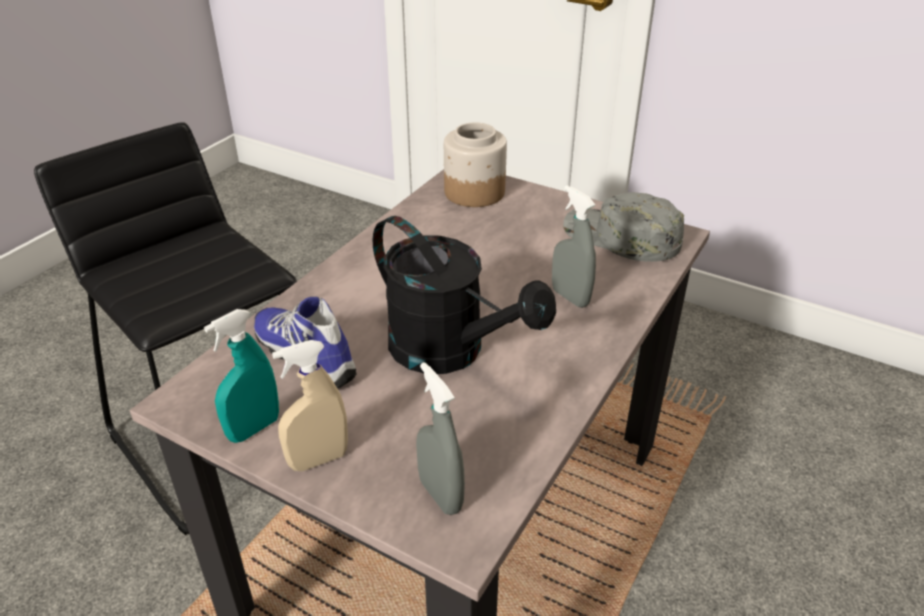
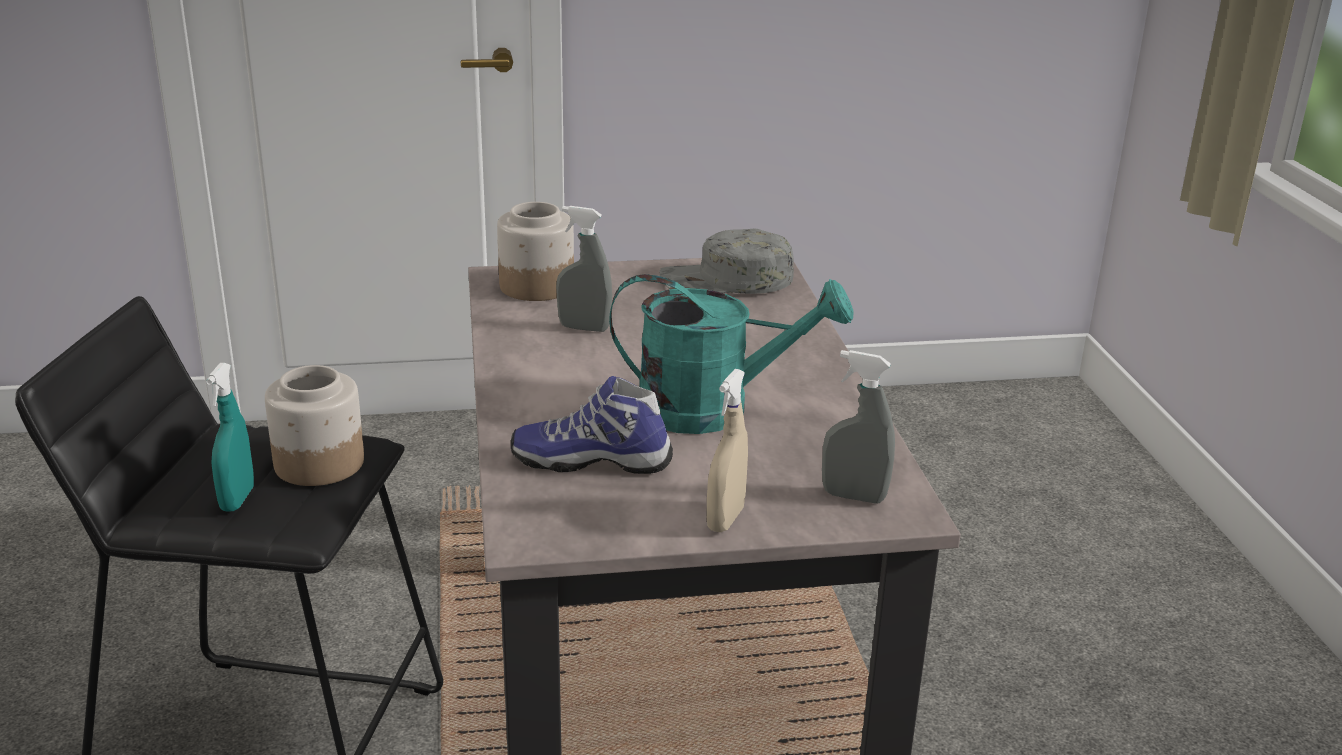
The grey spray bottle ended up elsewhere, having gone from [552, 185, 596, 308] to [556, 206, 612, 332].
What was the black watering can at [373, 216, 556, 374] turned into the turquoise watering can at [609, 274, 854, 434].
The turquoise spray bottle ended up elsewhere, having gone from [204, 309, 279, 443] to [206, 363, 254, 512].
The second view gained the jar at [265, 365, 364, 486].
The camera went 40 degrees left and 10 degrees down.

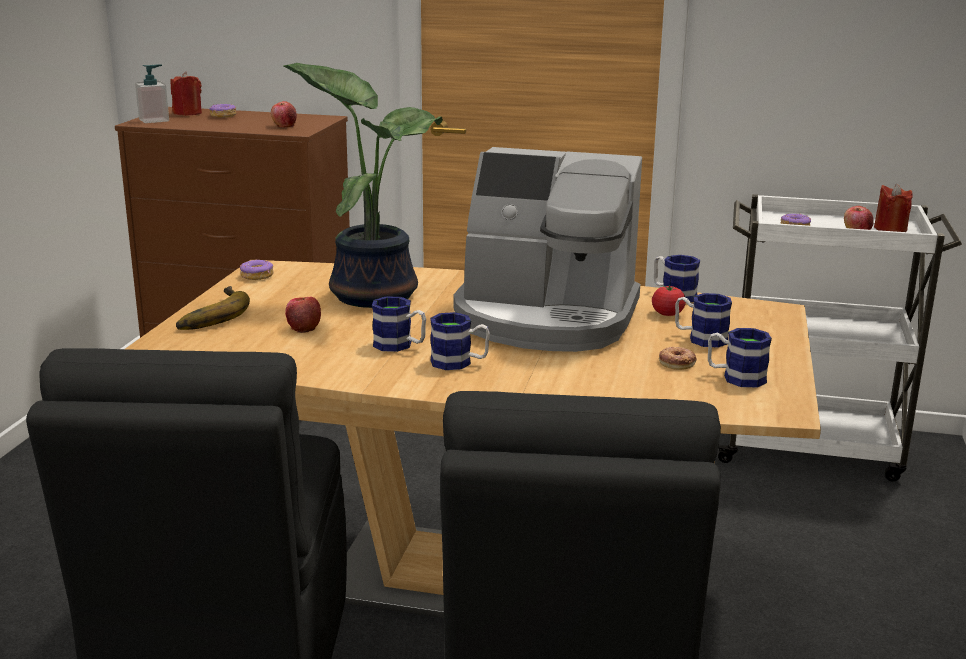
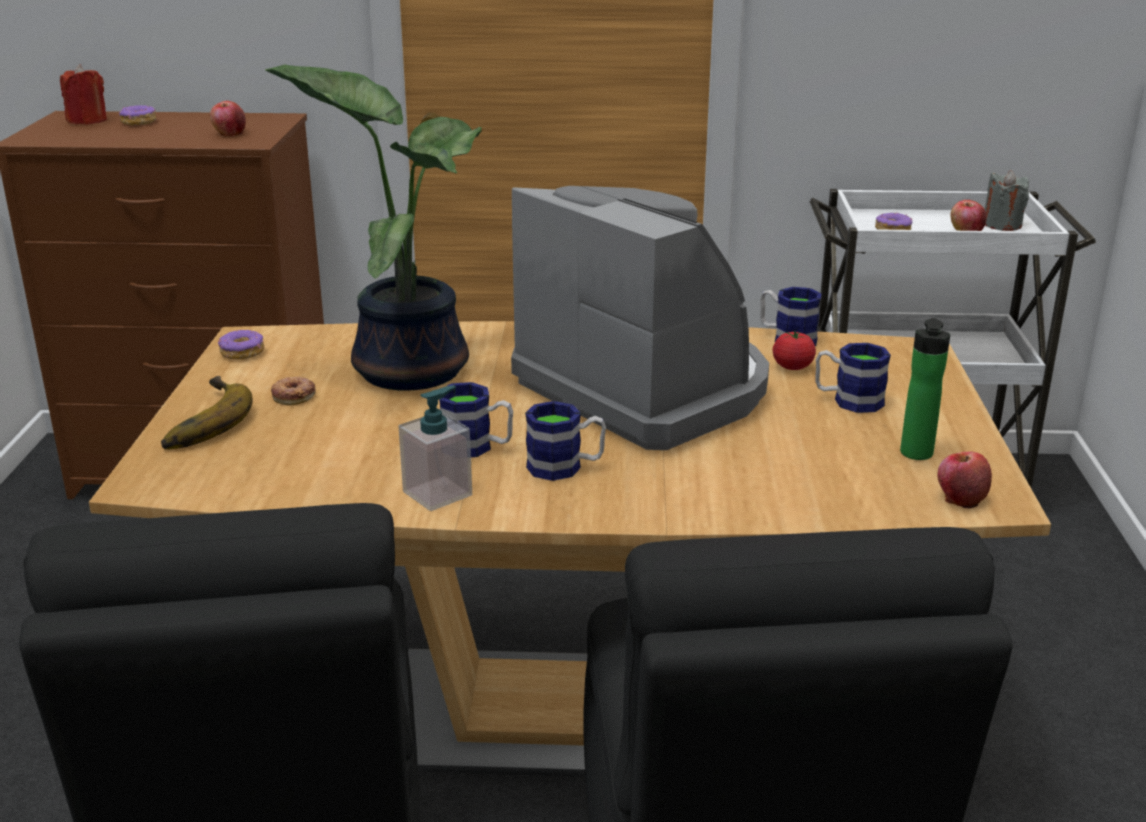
The soap dispenser ended up elsewhere, having gone from [135, 64, 169, 123] to [398, 385, 472, 511].
The coffee machine at [454, 147, 642, 352] ended up facing another way, 135 degrees counterclockwise from before.
What was the red candle at [874, 184, 913, 232] turned into the grey candle at [985, 170, 1029, 231].
The apple ended up elsewhere, having gone from [285, 297, 321, 333] to [938, 452, 992, 508].
Where the mug stood at [708, 328, 772, 387], the bottle came to stand at [900, 318, 950, 460].
The donut ended up elsewhere, having gone from [659, 347, 697, 370] to [271, 376, 316, 406].
The camera went 10 degrees left and 5 degrees up.

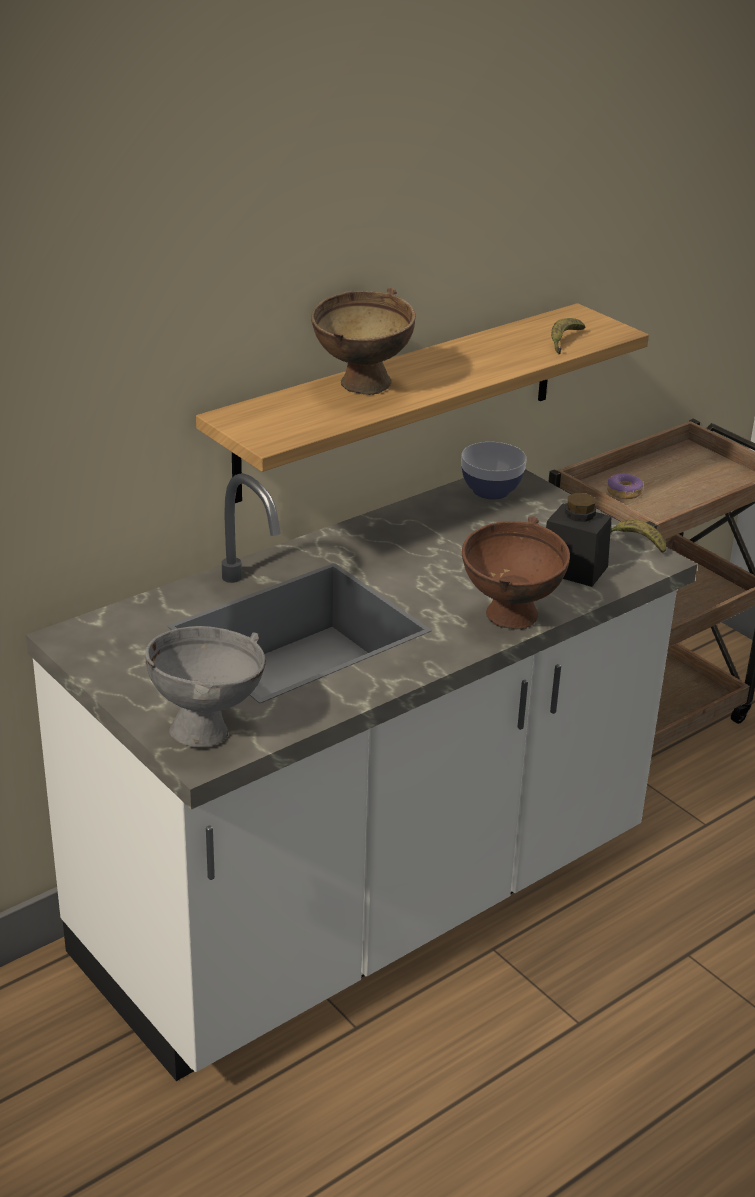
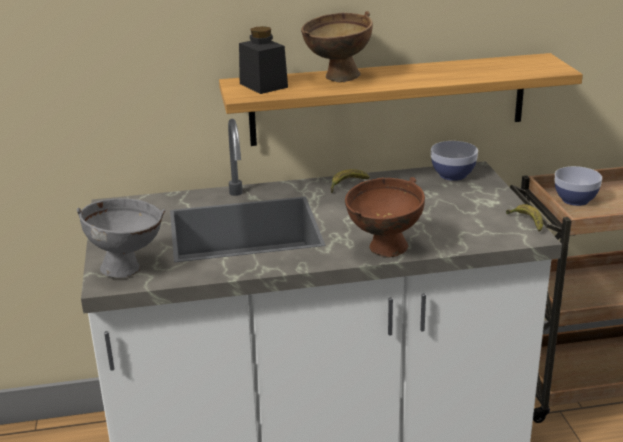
The banana ended up elsewhere, having gone from [551, 318, 585, 354] to [330, 169, 370, 193].
Where the donut stood at [607, 474, 643, 499], the bowl came to stand at [554, 166, 602, 206].
The black jar ended up elsewhere, having gone from [546, 493, 612, 587] to [239, 26, 288, 94].
The camera went 30 degrees right and 5 degrees down.

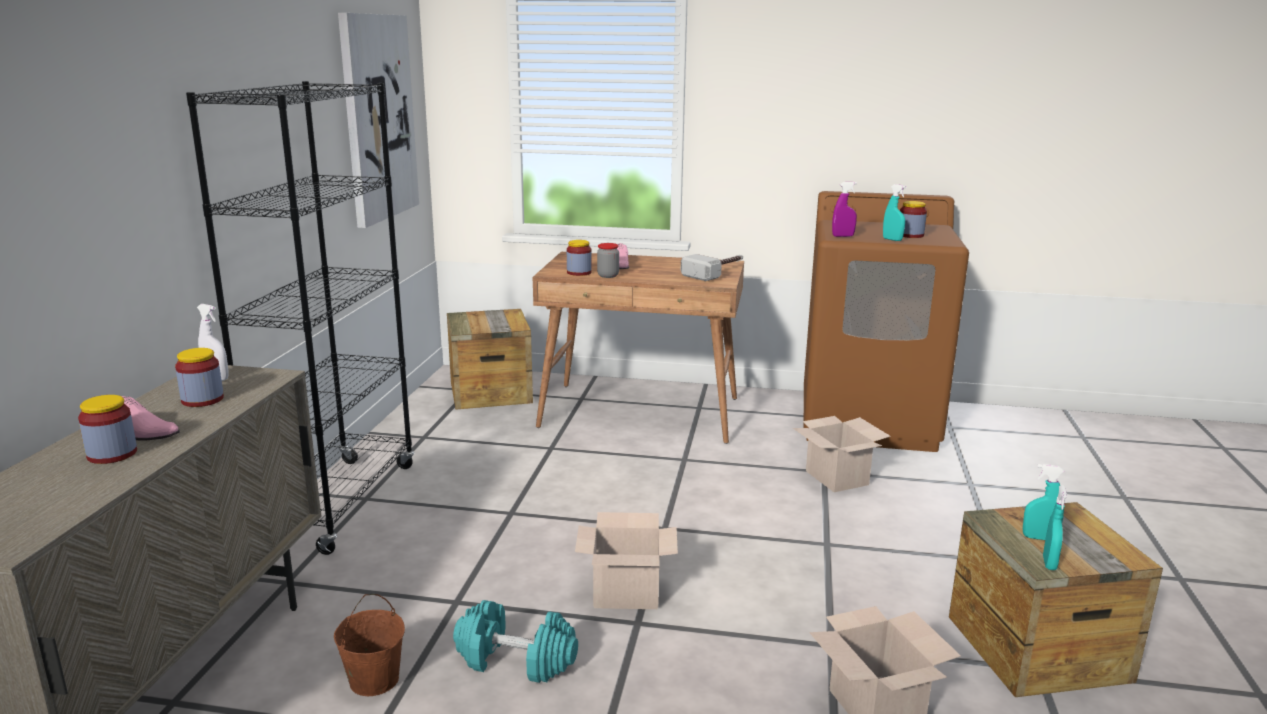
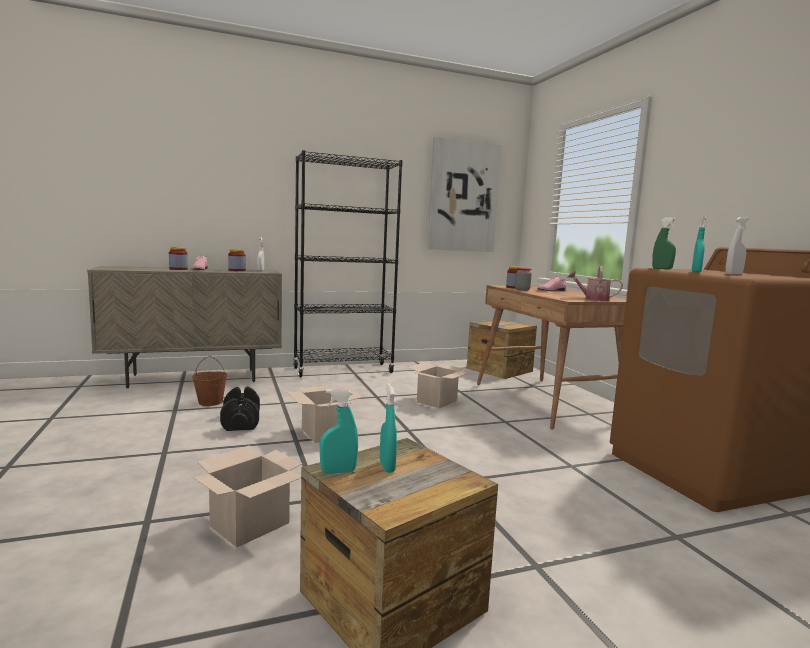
What was the purple spray bottle at [832, 182, 857, 237] turned into the green spray bottle at [652, 217, 677, 269].
Where the jar stood at [900, 201, 927, 238], the white spray bottle came to stand at [725, 217, 749, 274].
Where the hammer stood at [681, 254, 743, 281], the watering can came to stand at [567, 266, 623, 301].
The cardboard box ended up elsewhere, having gone from [793, 416, 891, 492] to [408, 362, 470, 409].
What was the turquoise dumbbell at [453, 600, 578, 683] turned into the black dumbbell at [220, 387, 260, 431].
The camera went 60 degrees right and 10 degrees down.

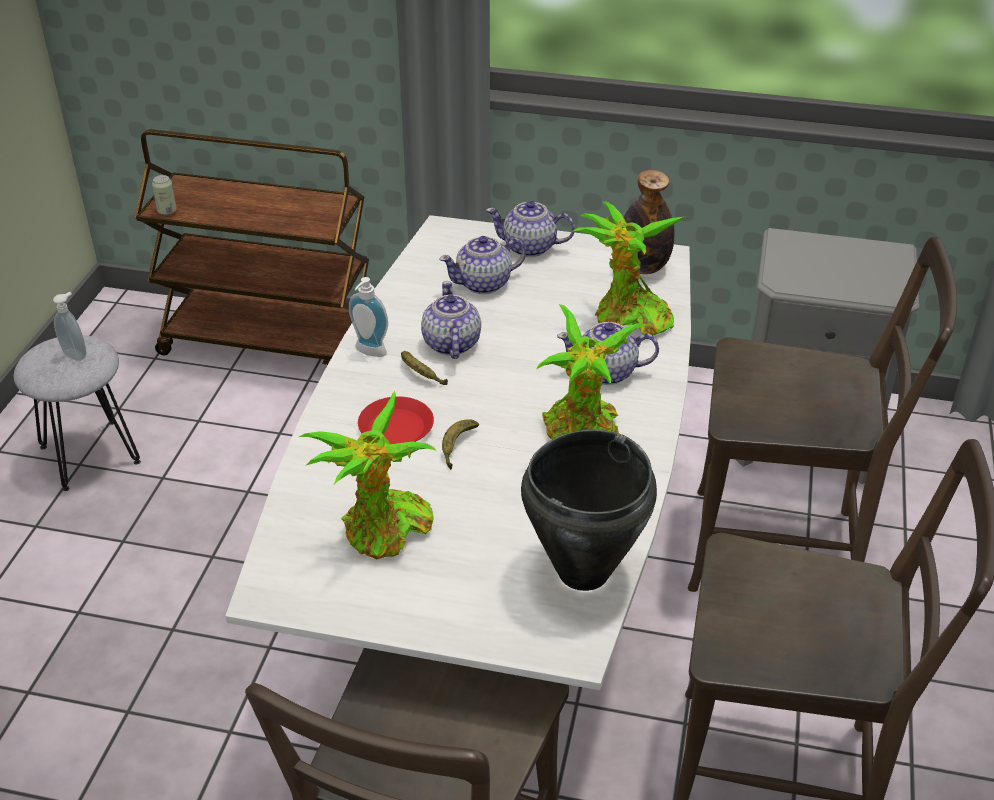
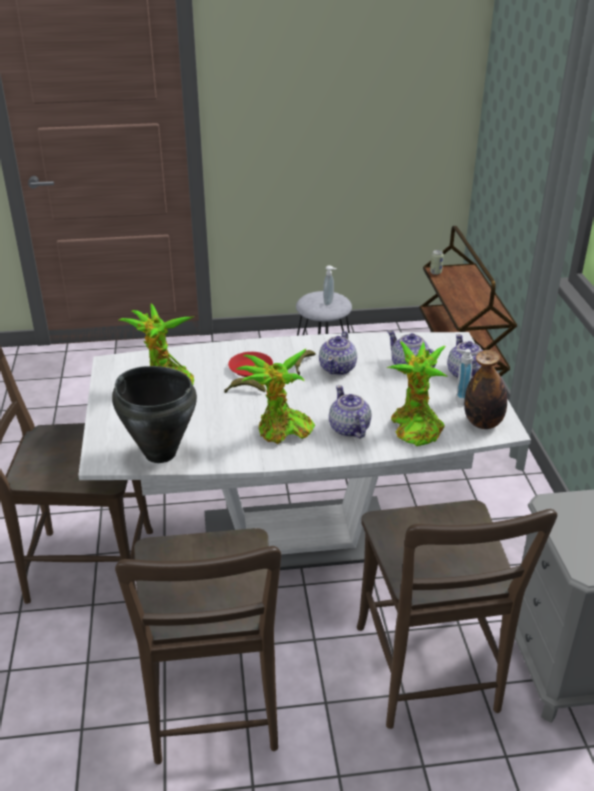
The soap dispenser ended up elsewhere, having gone from [349, 277, 388, 357] to [455, 349, 473, 406].
The teapot at [421, 281, 481, 359] ended up facing another way, 135 degrees clockwise from before.
The camera went 70 degrees right and 5 degrees down.

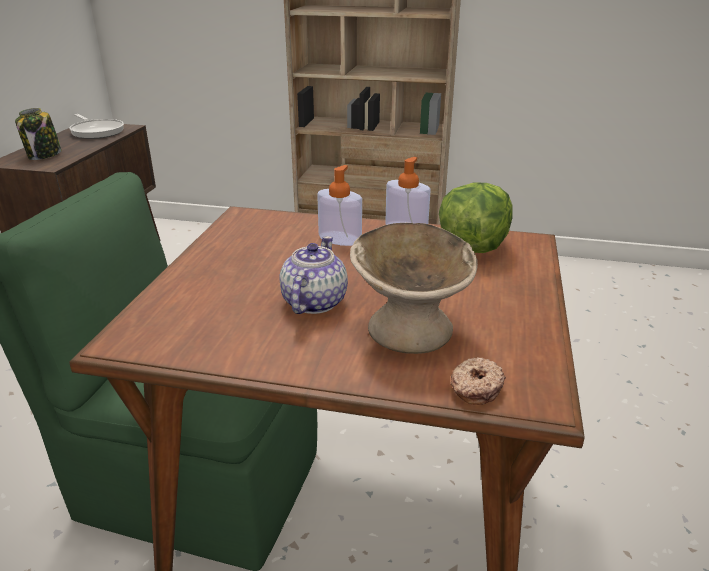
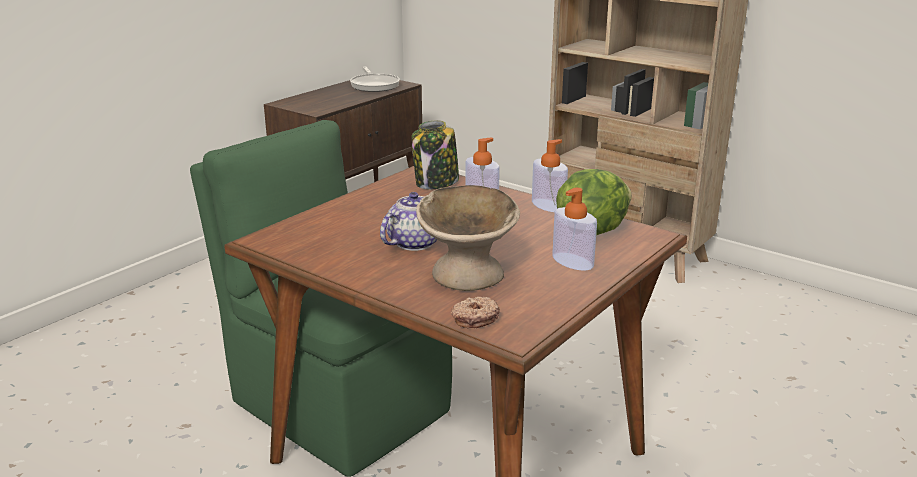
The jar ended up elsewhere, having gone from [15, 108, 62, 160] to [411, 120, 459, 189].
The second view gained the soap dispenser at [552, 188, 597, 271].
The camera went 25 degrees right and 5 degrees down.

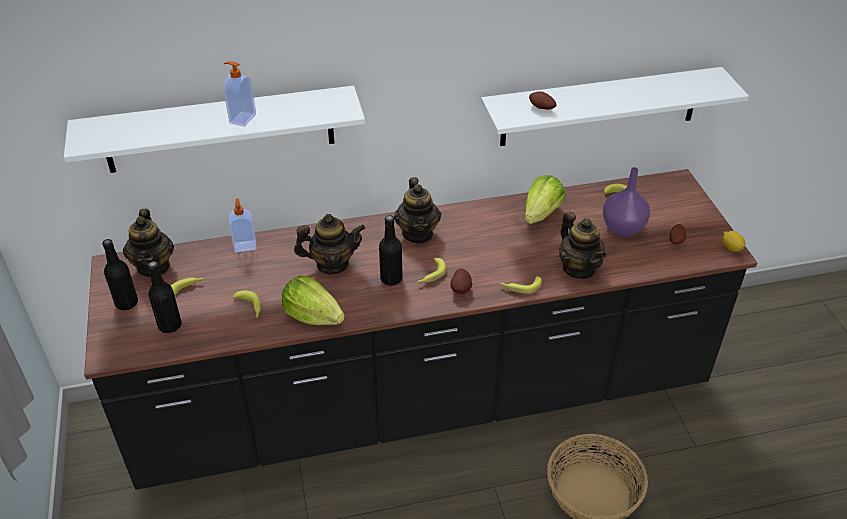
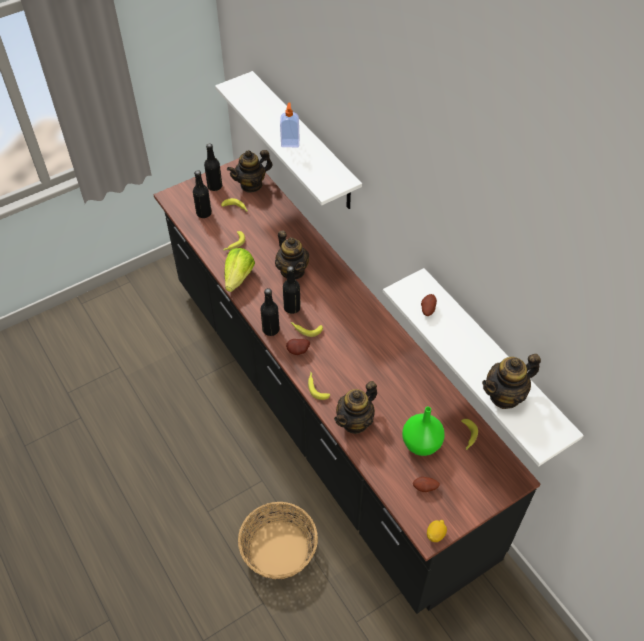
What was the purple vase at [603, 167, 650, 237] turned into the green vase at [402, 407, 445, 456].
The second view lost the lettuce at [525, 175, 566, 224].
The teapot ended up elsewhere, having gone from [394, 177, 441, 243] to [482, 354, 541, 409].
The second view lost the soap dispenser at [229, 198, 257, 252].
The second view gained the black bottle at [260, 288, 279, 336].
The camera went 70 degrees right and 10 degrees up.

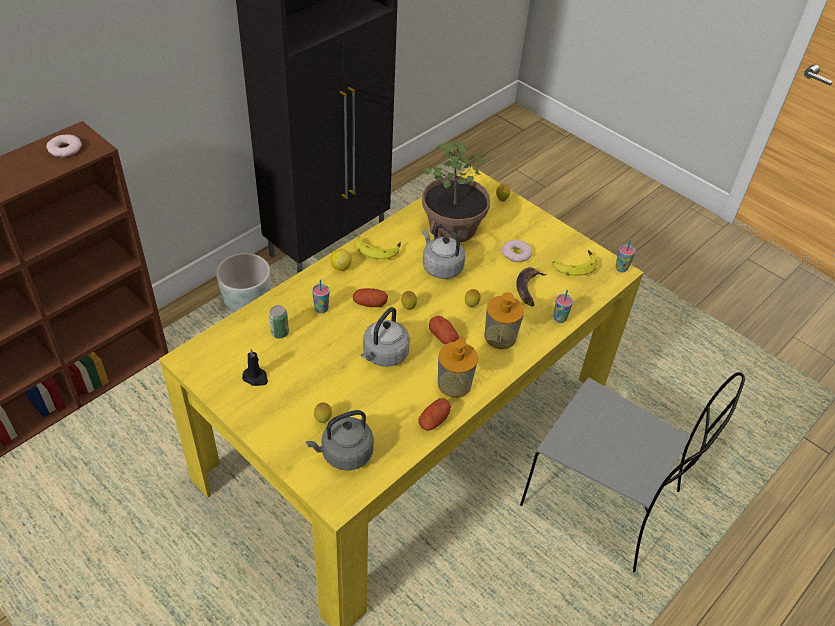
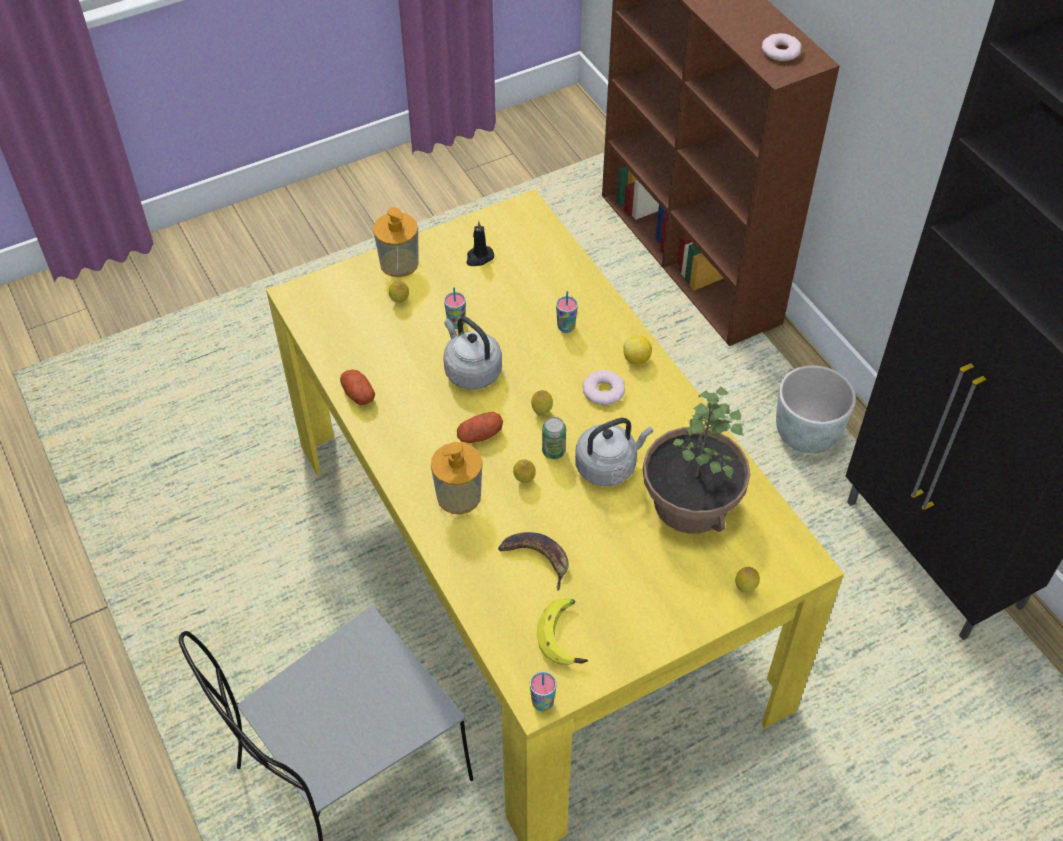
The second view lost the banana at [354, 236, 401, 260].
The donut ended up elsewhere, having gone from [502, 240, 532, 262] to [582, 370, 625, 405].
The second view lost the potato at [353, 288, 388, 307].
The cup ended up elsewhere, having gone from [553, 290, 573, 323] to [444, 287, 466, 329].
The can ended up elsewhere, having gone from [269, 305, 289, 339] to [542, 417, 566, 459].
The soap dispenser ended up elsewhere, having gone from [438, 337, 478, 398] to [373, 207, 419, 277].
The second view lost the grey kettle at [306, 410, 374, 471].
The camera went 110 degrees right and 5 degrees up.

